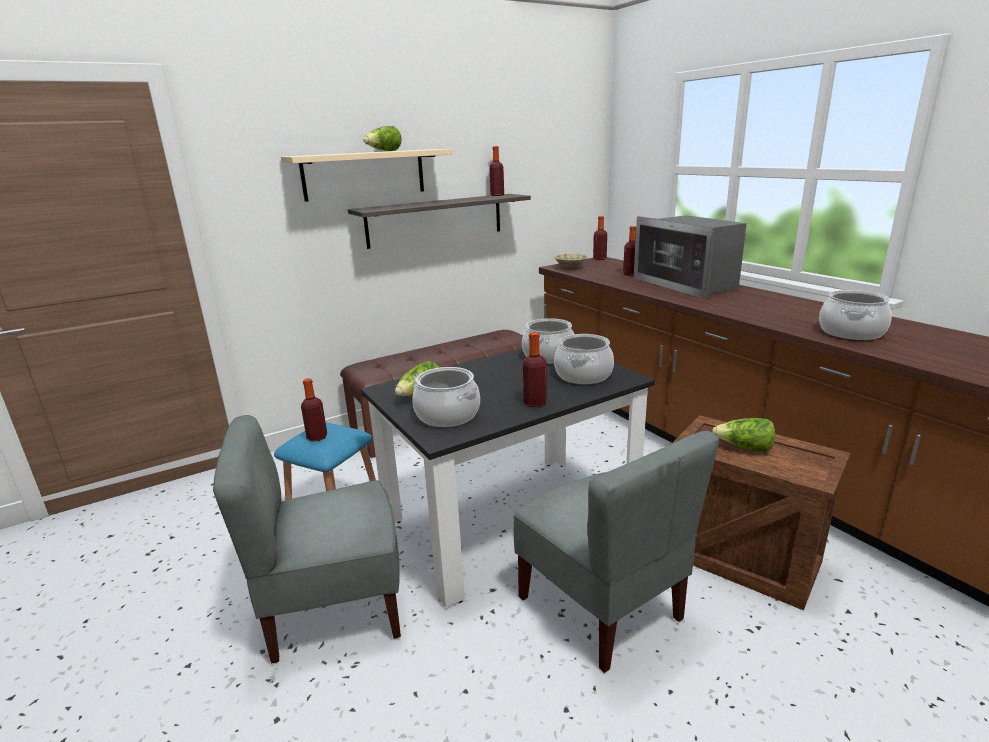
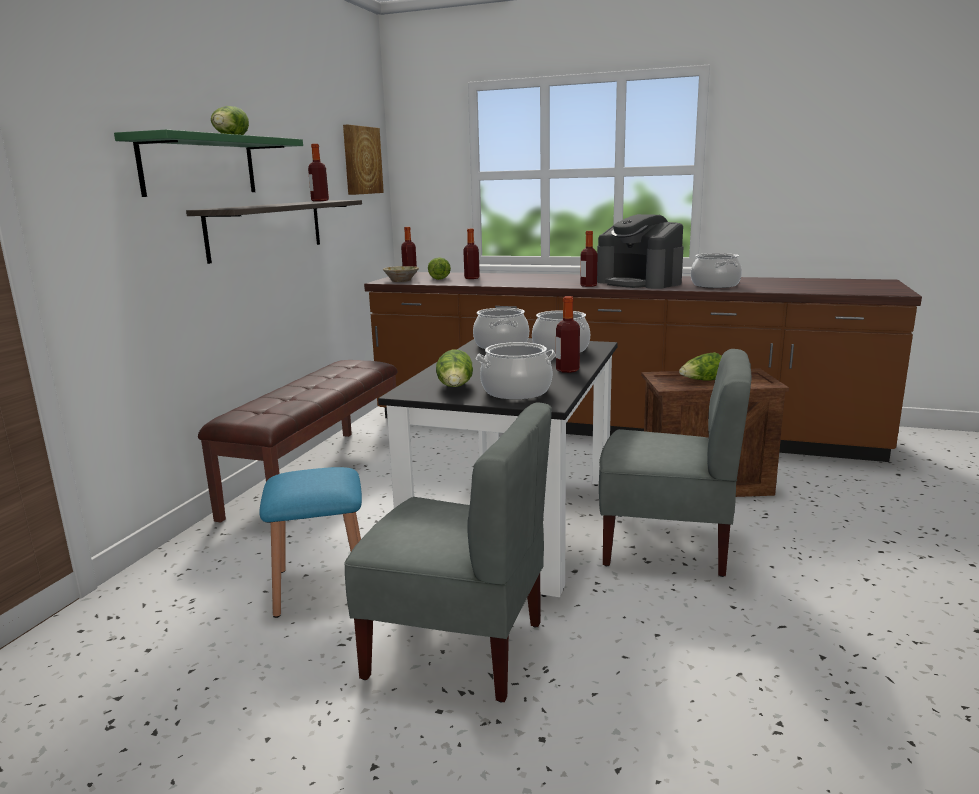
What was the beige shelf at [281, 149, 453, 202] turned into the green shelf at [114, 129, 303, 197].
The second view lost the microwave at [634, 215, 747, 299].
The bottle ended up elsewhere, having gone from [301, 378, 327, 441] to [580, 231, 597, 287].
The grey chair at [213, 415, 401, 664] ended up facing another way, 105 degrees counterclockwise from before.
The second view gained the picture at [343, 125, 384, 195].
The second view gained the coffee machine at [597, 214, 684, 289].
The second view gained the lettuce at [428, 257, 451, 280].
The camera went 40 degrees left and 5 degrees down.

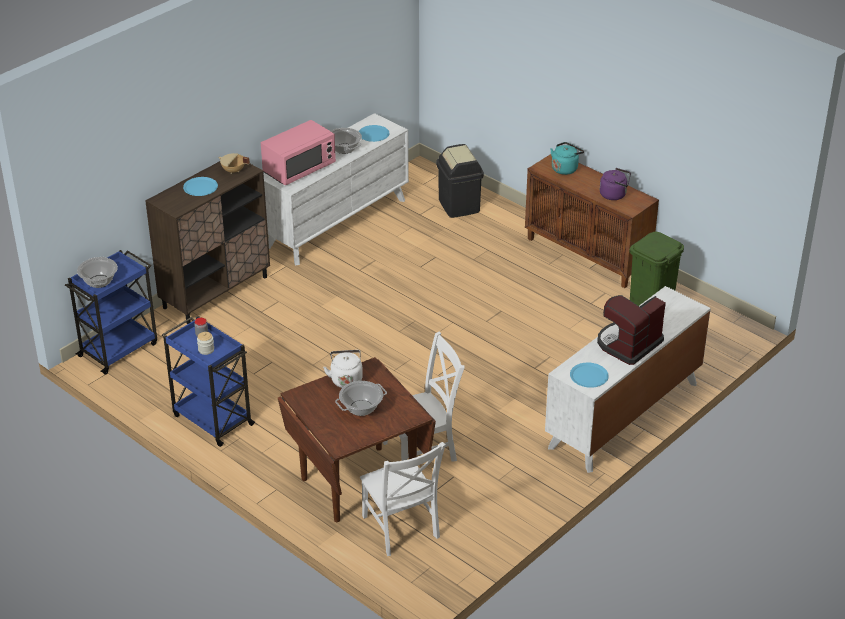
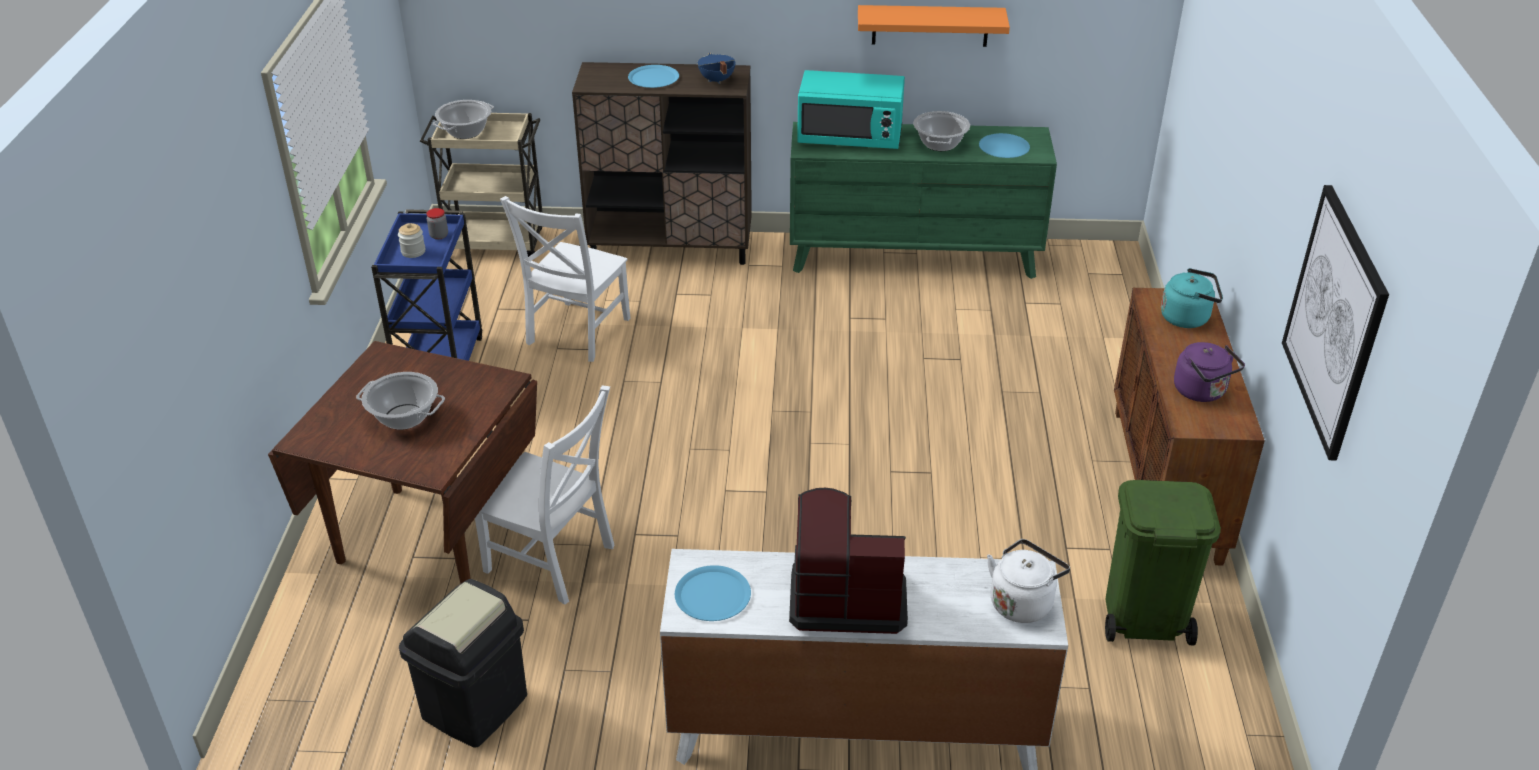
What was the white dresser at [264, 113, 409, 265] turned into the green dresser at [790, 122, 1057, 279].
What was the pink microwave at [261, 120, 336, 185] turned into the turquoise microwave at [797, 70, 905, 149].
The black trash can ended up elsewhere, having gone from [436, 144, 484, 218] to [399, 579, 527, 748].
What was the beige cooking pot at [218, 153, 250, 174] turned into the blue cooking pot at [697, 53, 735, 84].
What was the blue cart at [65, 250, 157, 375] turned into the beige cart at [420, 113, 543, 257].
The white kettle ended up elsewhere, having gone from [323, 350, 363, 388] to [987, 539, 1070, 623].
The white chair ended up elsewhere, having gone from [360, 442, 446, 556] to [500, 196, 631, 362].
The second view gained the orange shelf at [858, 5, 1010, 47].
The second view gained the picture at [1282, 185, 1389, 461].
The camera went 50 degrees right and 0 degrees up.

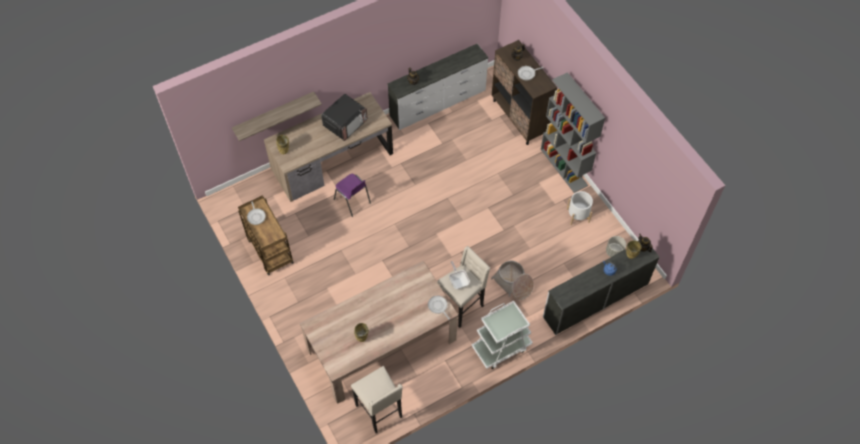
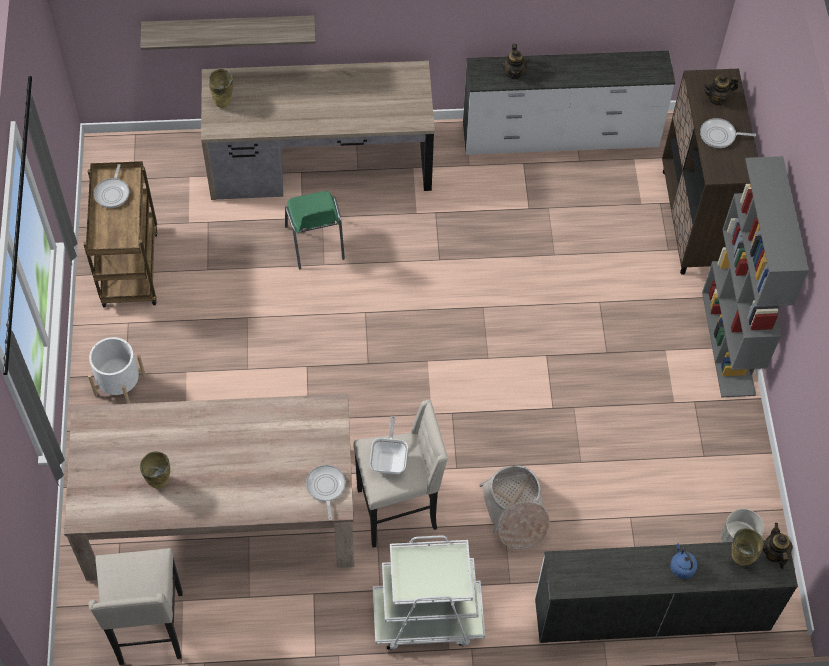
The second view lost the microwave at [321, 94, 367, 141].
What was the purple chair at [334, 174, 371, 217] turned into the green chair at [285, 191, 345, 269].
The white planter ended up elsewhere, having gone from [567, 191, 593, 225] to [88, 337, 146, 404].
The camera went 25 degrees right and 0 degrees up.

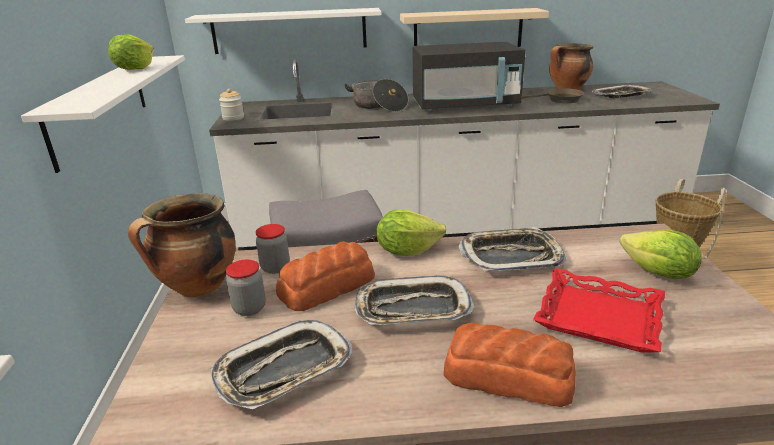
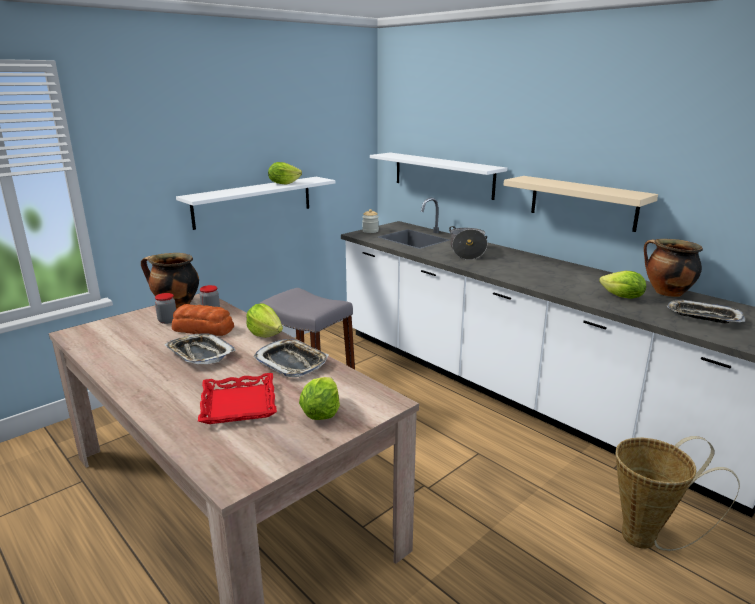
The second view lost the black microwave at [413, 42, 526, 111].
Where the brown frying pan stood at [522, 88, 584, 103], the lettuce came to stand at [599, 271, 646, 299].
The second view lost the tray at [211, 320, 352, 409].
The second view lost the bread at [444, 323, 576, 407].
The camera went 50 degrees right and 5 degrees down.

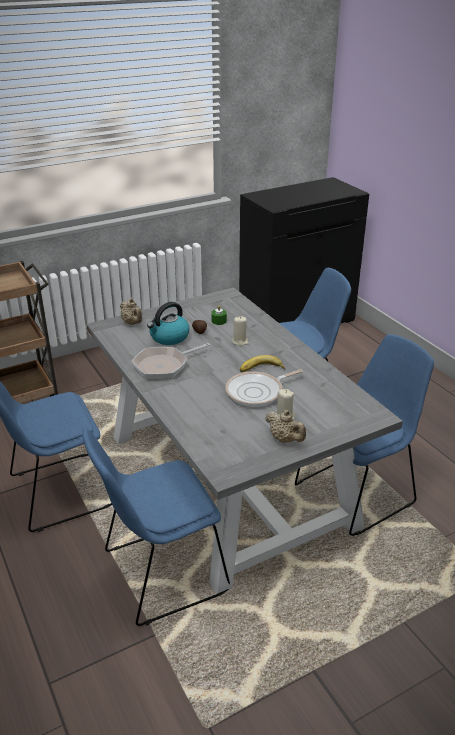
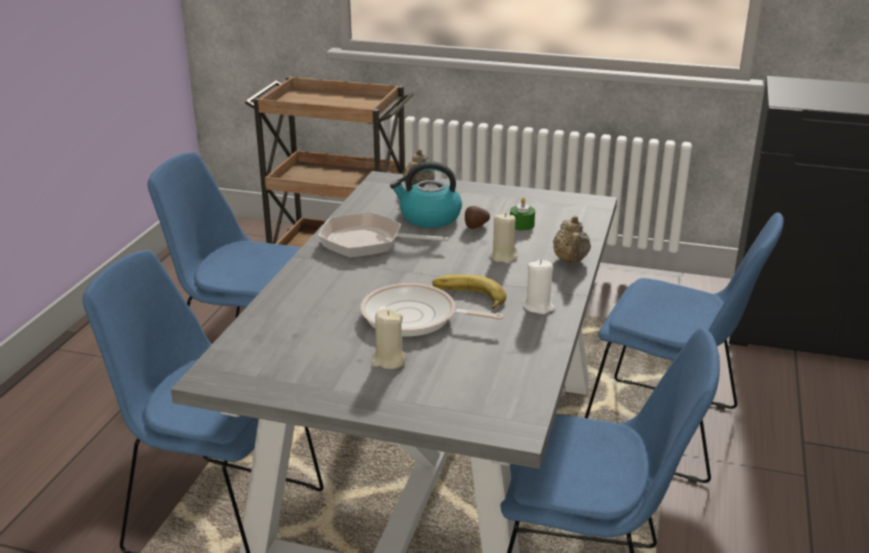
The beige teapot ended up elsewhere, having gone from [265, 410, 306, 442] to [553, 216, 591, 263].
The second view gained the white candle at [523, 260, 556, 314].
The camera went 45 degrees right and 5 degrees down.

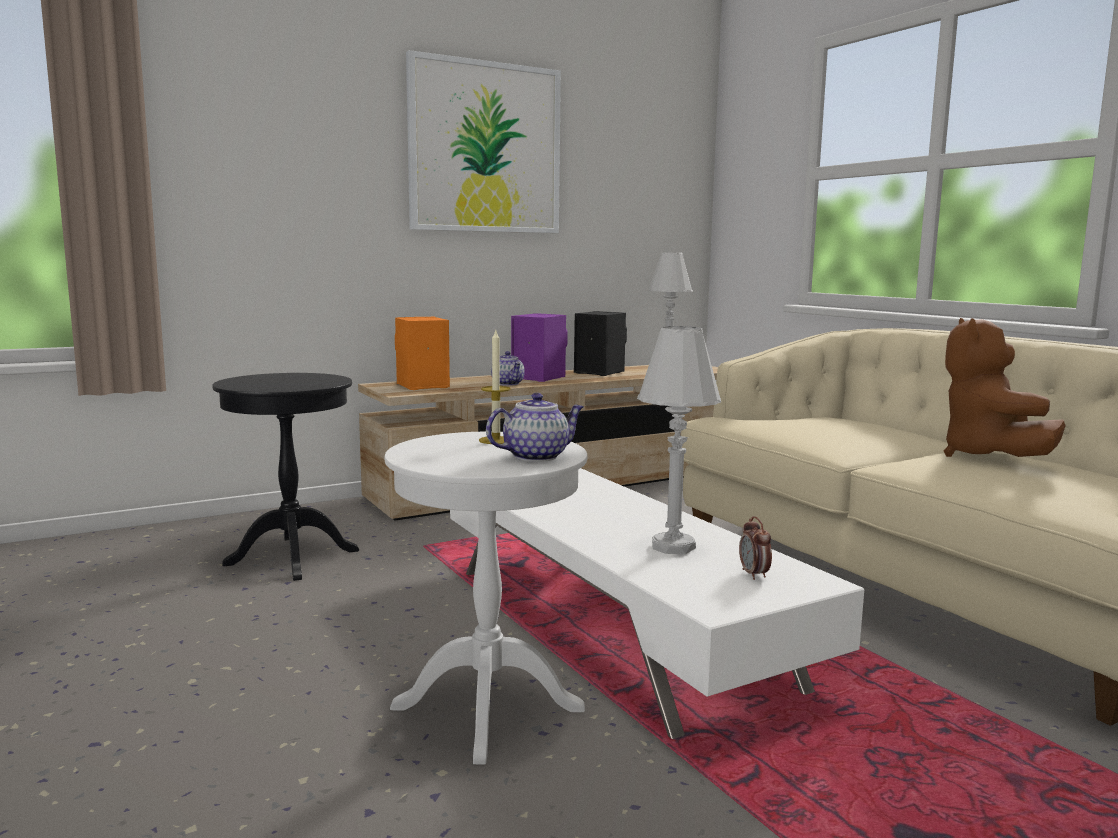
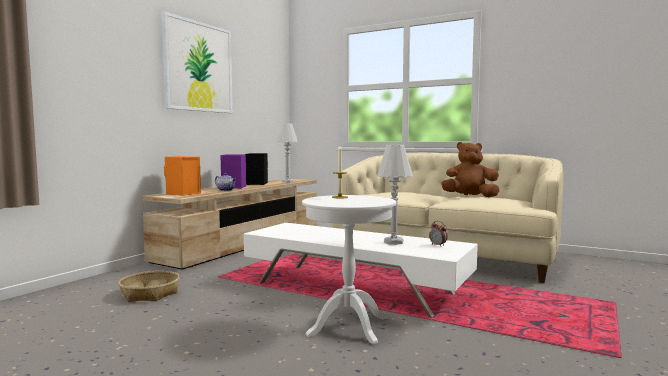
The brown plush toy at [944, 318, 1066, 457] ended up facing another way, 120 degrees clockwise from before.
Where the black side table stood at [212, 373, 359, 581], the basket came to stand at [118, 271, 179, 302].
The second view lost the teapot at [486, 393, 584, 462].
The camera went 30 degrees left and 5 degrees down.

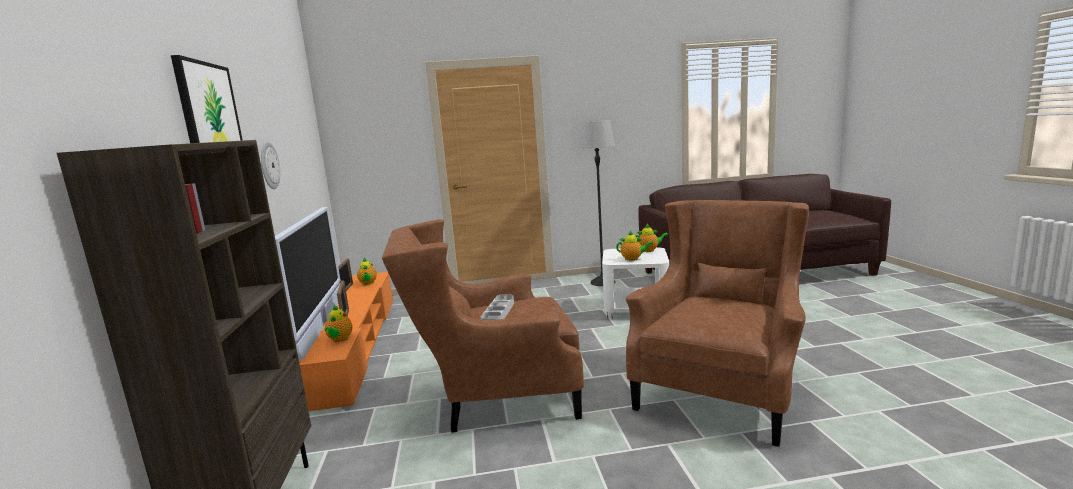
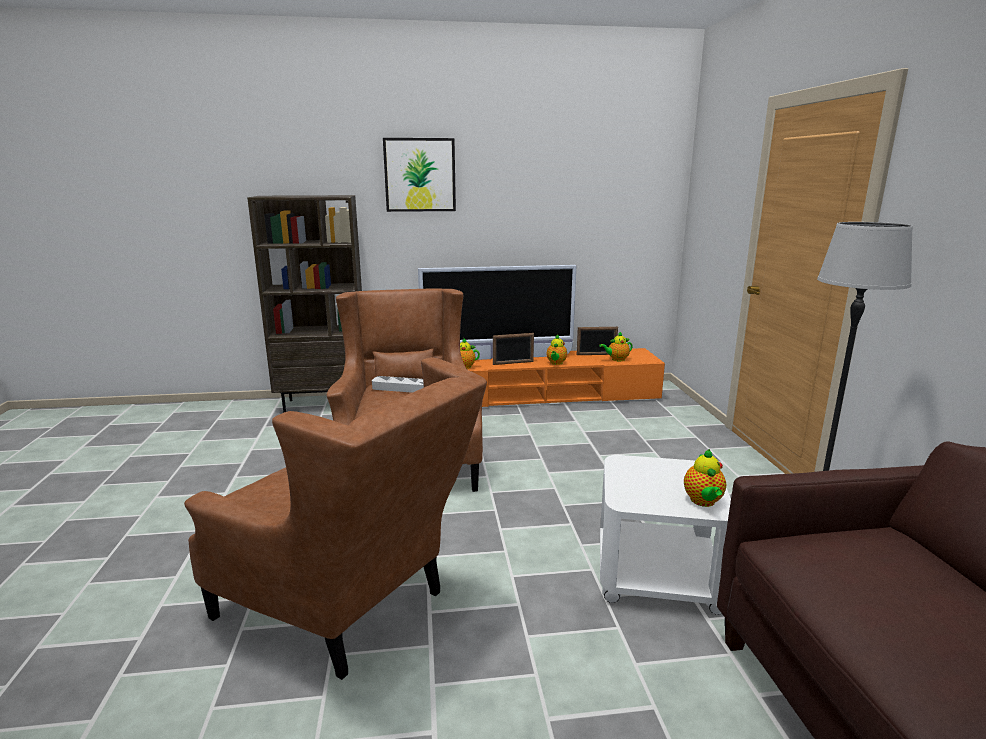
The second view lost the wall clock at [261, 142, 280, 189].
The teapot ended up elsewhere, having gone from [616, 231, 653, 261] to [546, 334, 567, 365].
The camera went 90 degrees right and 5 degrees up.

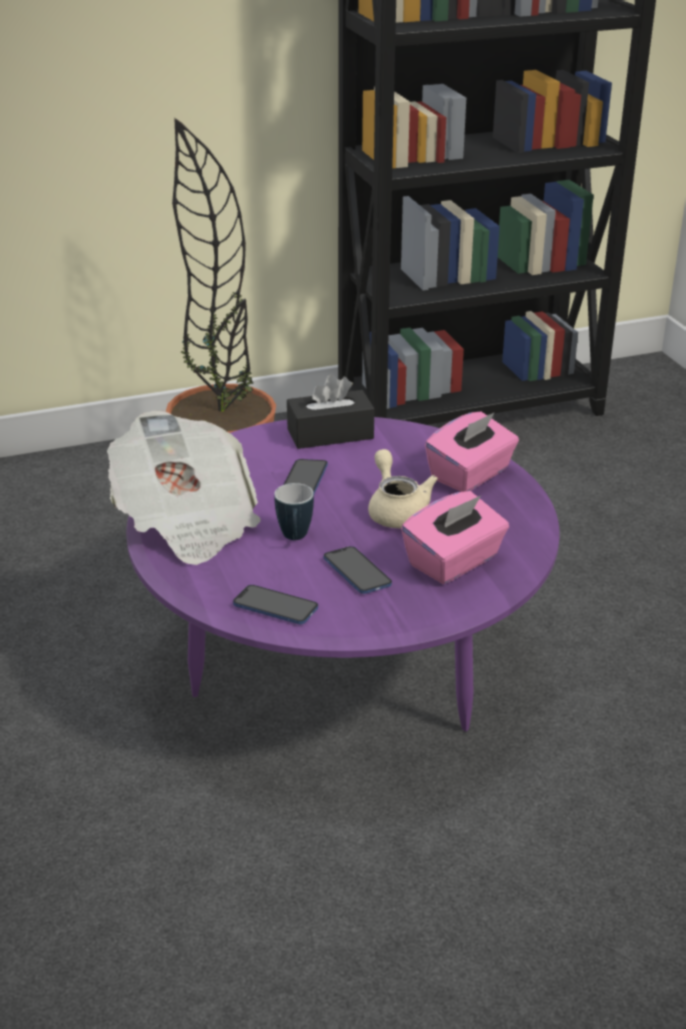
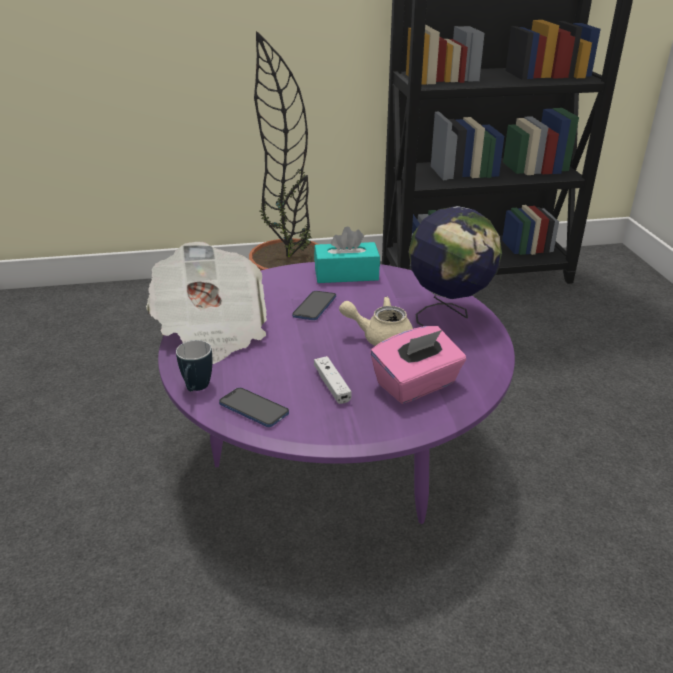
What was the black tissue box at [287, 374, 375, 449] turned into the turquoise tissue box at [314, 226, 380, 283].
Where the pink tissue box stood at [425, 412, 519, 492], the globe came to stand at [408, 206, 502, 326].
The beige teapot at [368, 449, 438, 528] ended up facing another way, 75 degrees counterclockwise from before.
The mug ended up elsewhere, having gone from [274, 483, 314, 540] to [176, 340, 212, 391].
Where the phone stood at [324, 546, 392, 594], the white game controller came to stand at [314, 356, 352, 404].
The camera went 10 degrees right and 0 degrees up.

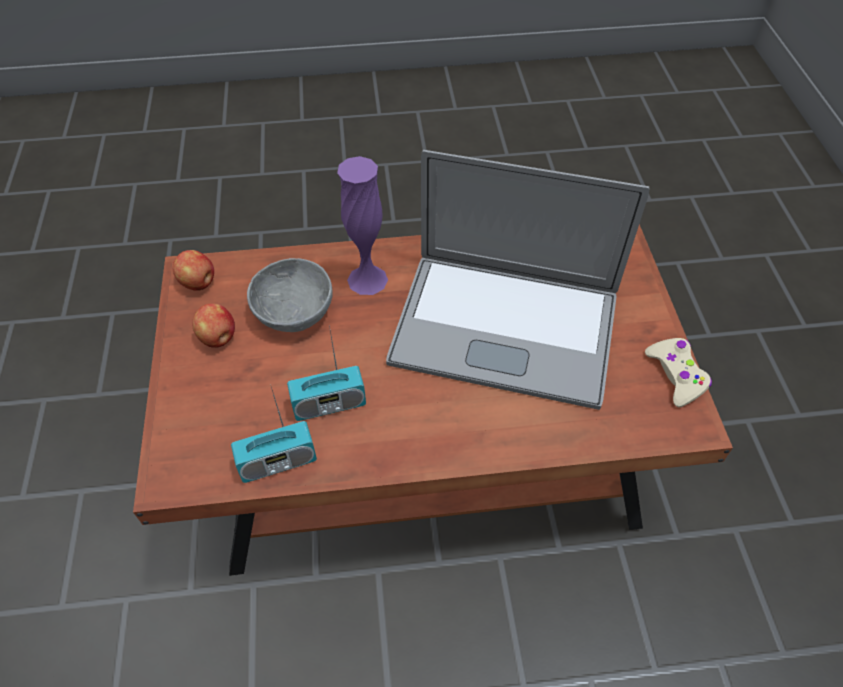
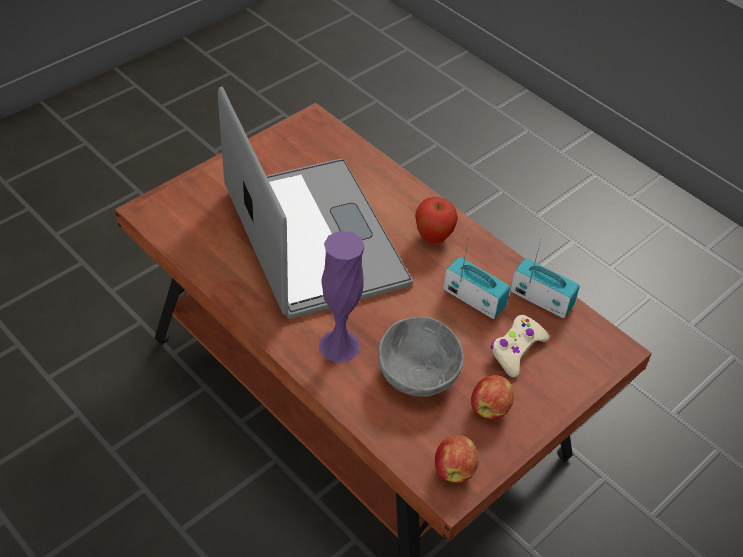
The beige game controller ended up elsewhere, having gone from [645, 338, 712, 407] to [491, 315, 549, 377].
The second view gained the apple at [415, 197, 458, 243].
The camera went 130 degrees left and 5 degrees down.

